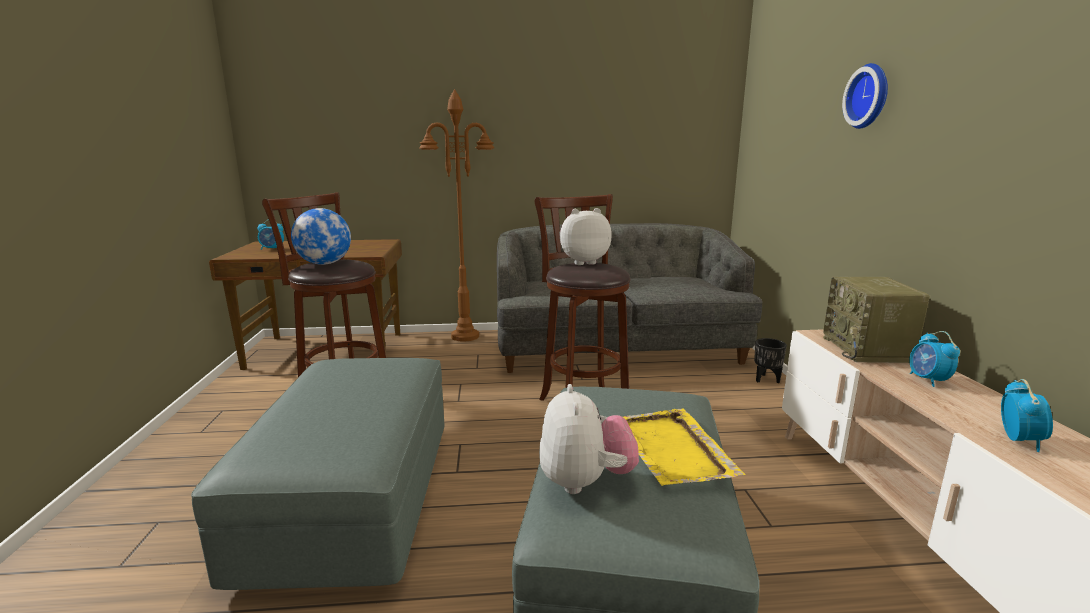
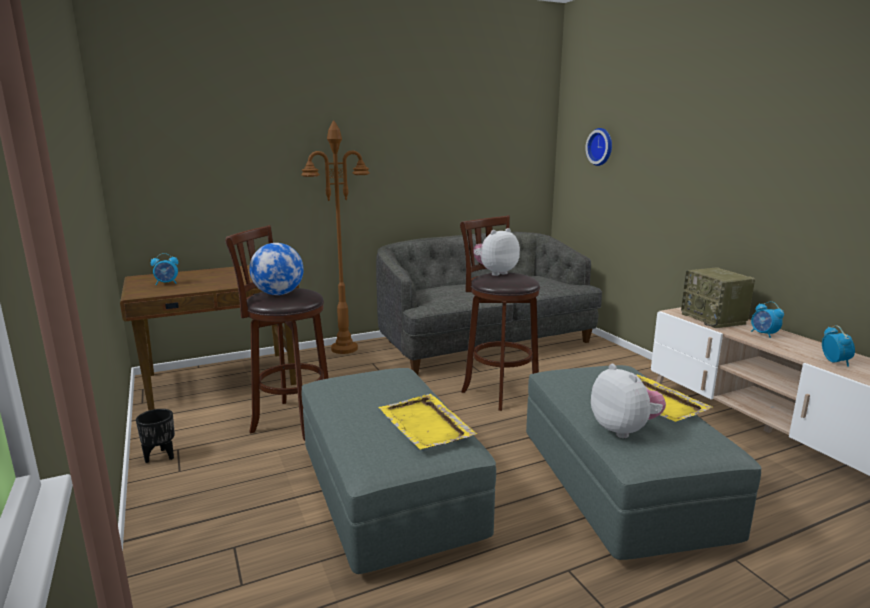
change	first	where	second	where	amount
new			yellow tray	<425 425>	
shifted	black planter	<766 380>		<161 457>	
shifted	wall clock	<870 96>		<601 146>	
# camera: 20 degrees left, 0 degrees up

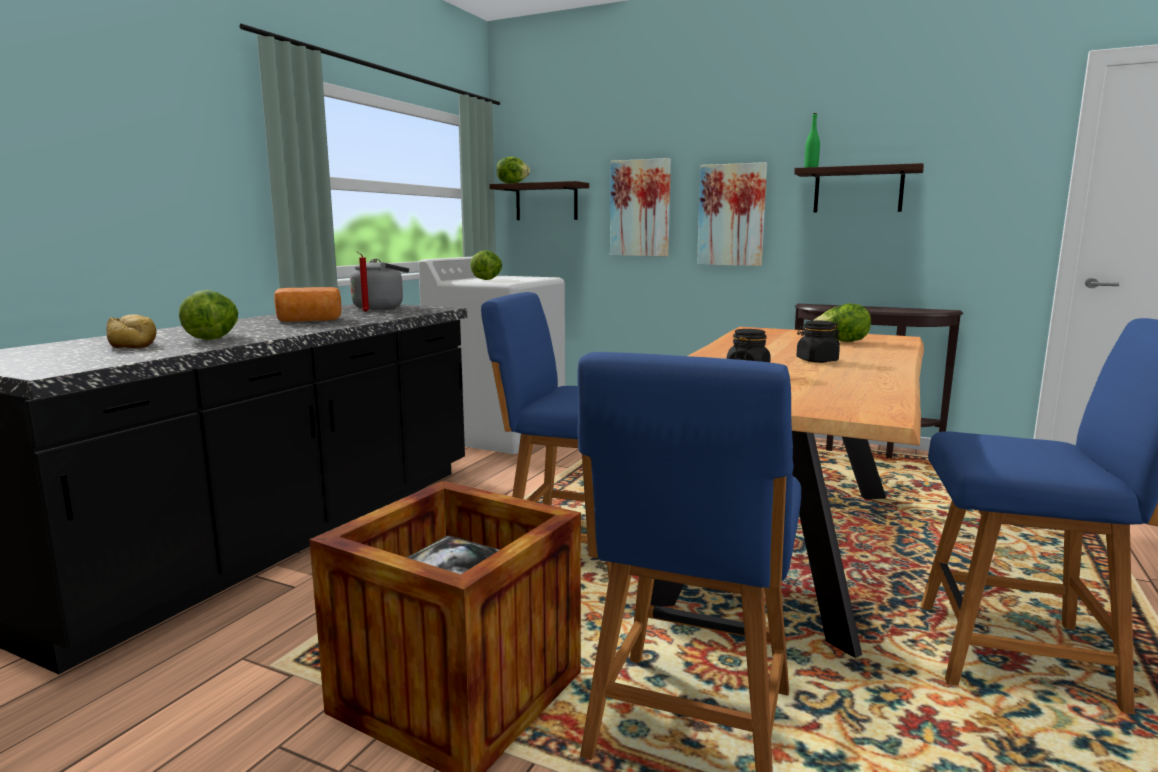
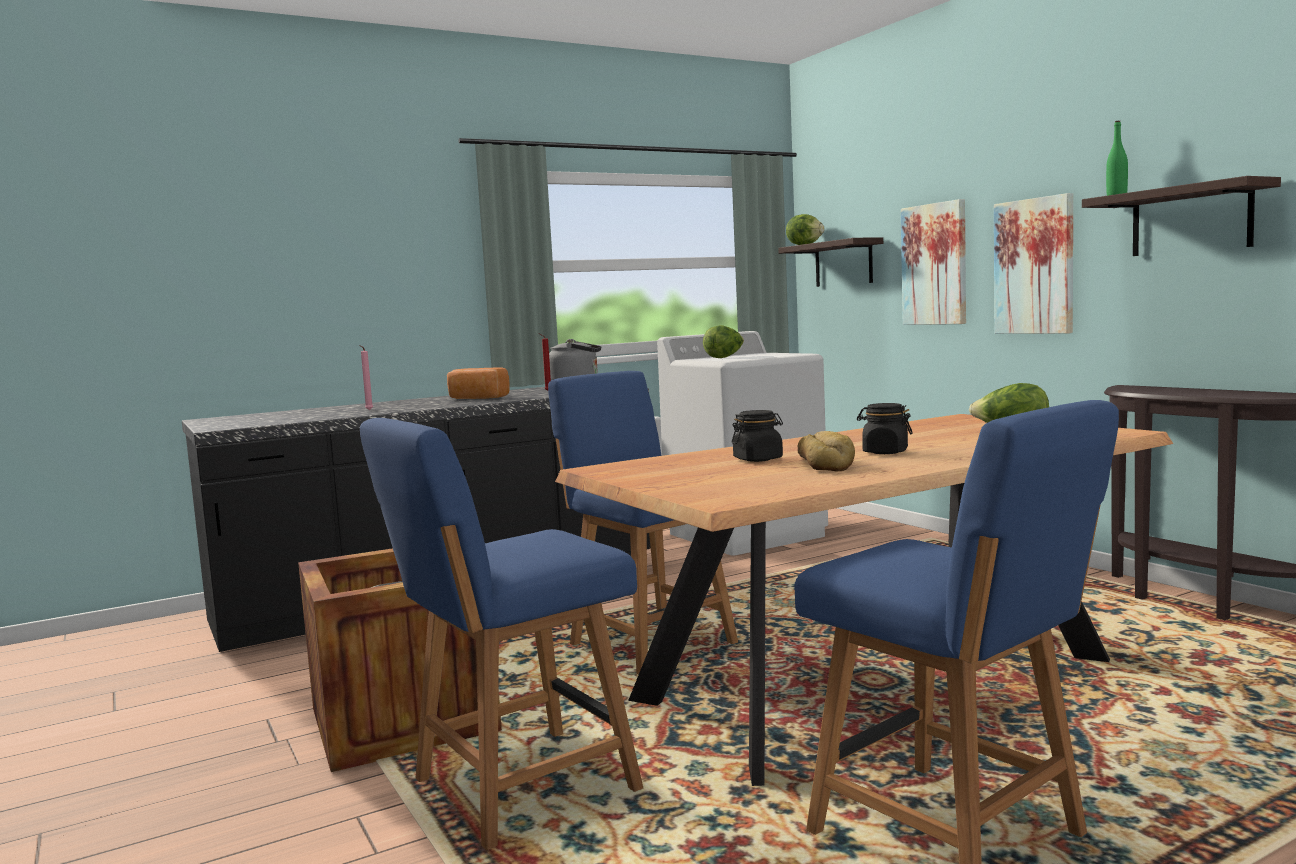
change	first	where	second	where	amount
shifted	bread	<132 343>		<825 463>	
swapped	lettuce	<213 338>	pink candle	<368 410>	
# camera: 35 degrees right, 5 degrees down

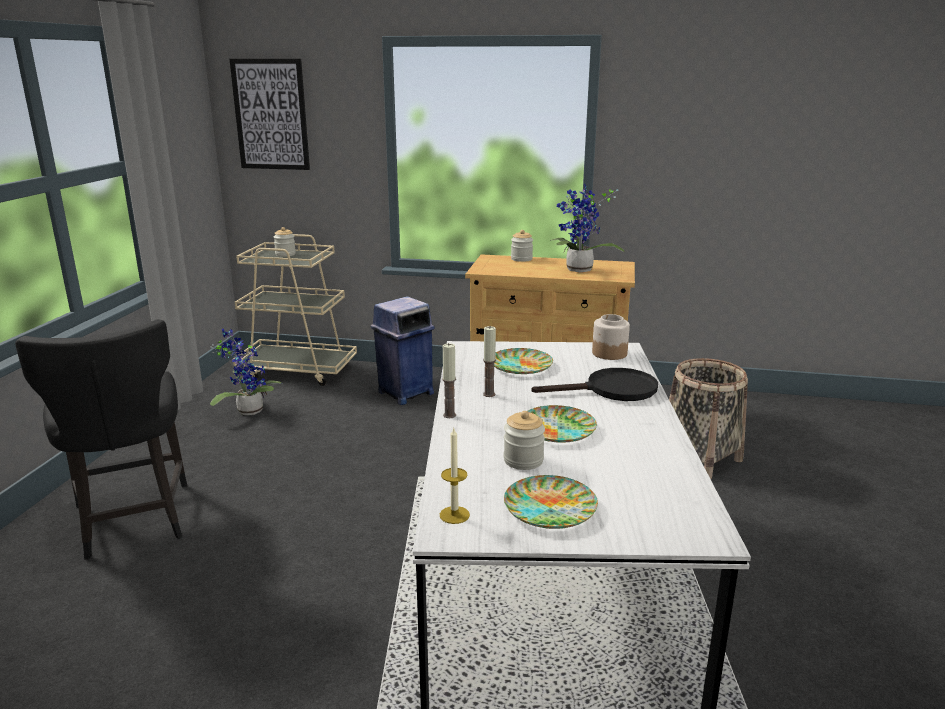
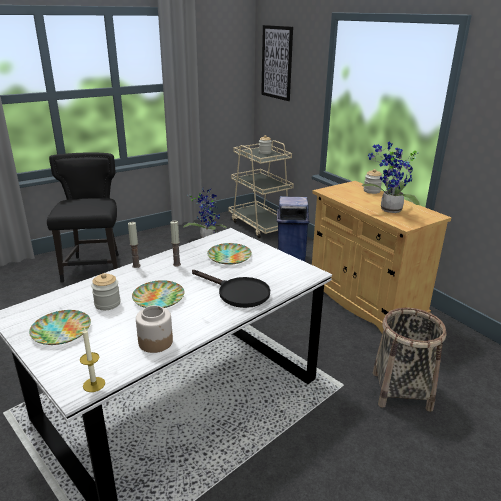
change	first	where	second	where	amount
shifted	candle	<454 515>		<94 384>	
shifted	jar	<609 353>		<156 342>	
rotated	black chair	<133 522>		<94 267>	150 degrees clockwise
# camera: 45 degrees right, 5 degrees up

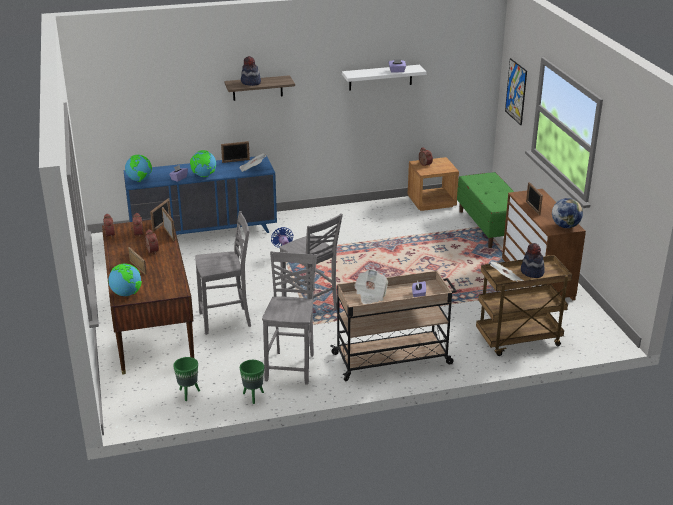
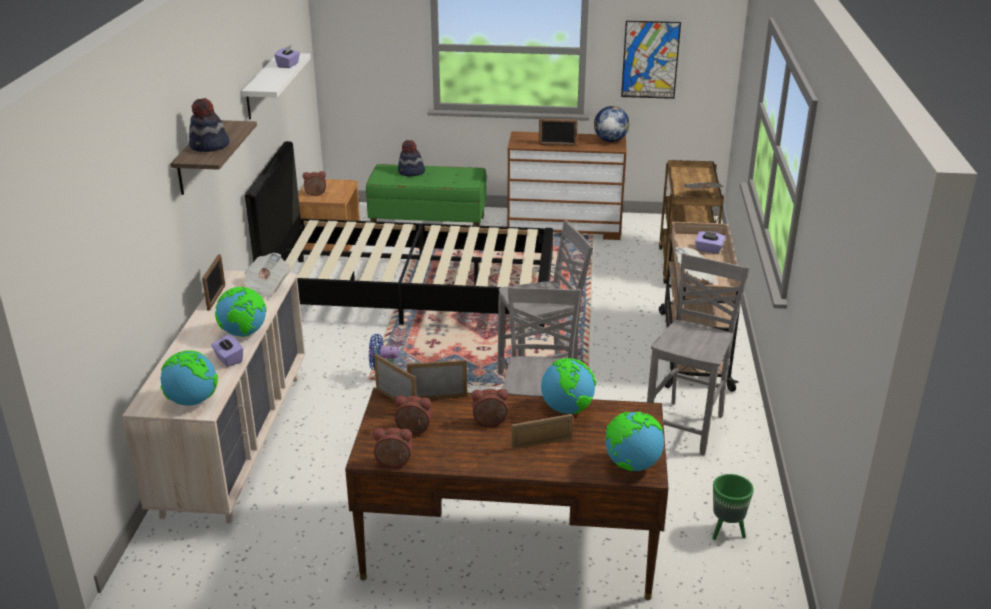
change	first	where	second	where	amount
gone	green planter	<253 396>			
new			black bed	<412 294>	
new			globe	<567 409>	
shifted	picture	<516 91>		<650 60>	
shifted	hat	<532 272>		<411 172>	
repainted	blue dresser	<204 232>	beige dresser	<235 441>	
rotated	grey chair	<292 367>		<687 426>	90 degrees clockwise
# camera: 70 degrees left, 0 degrees up

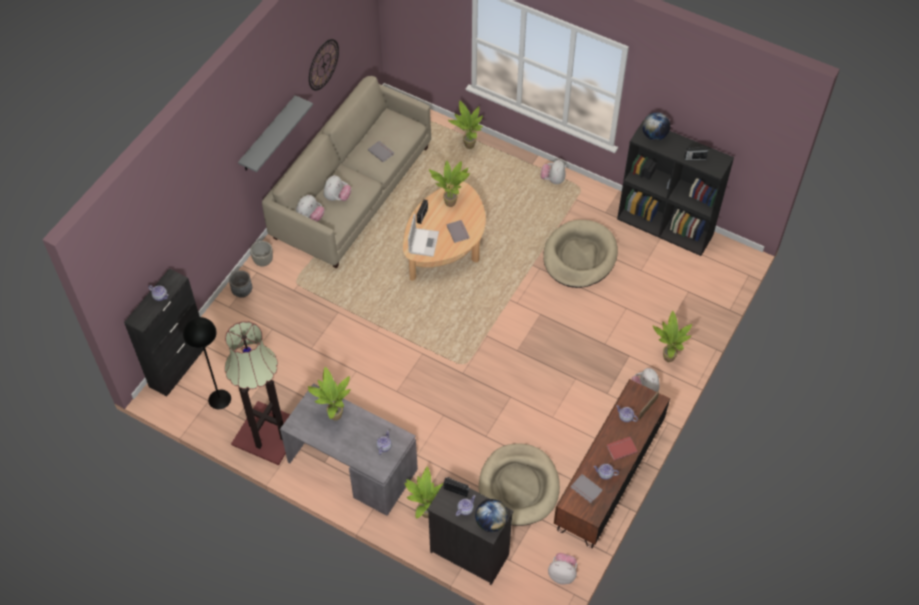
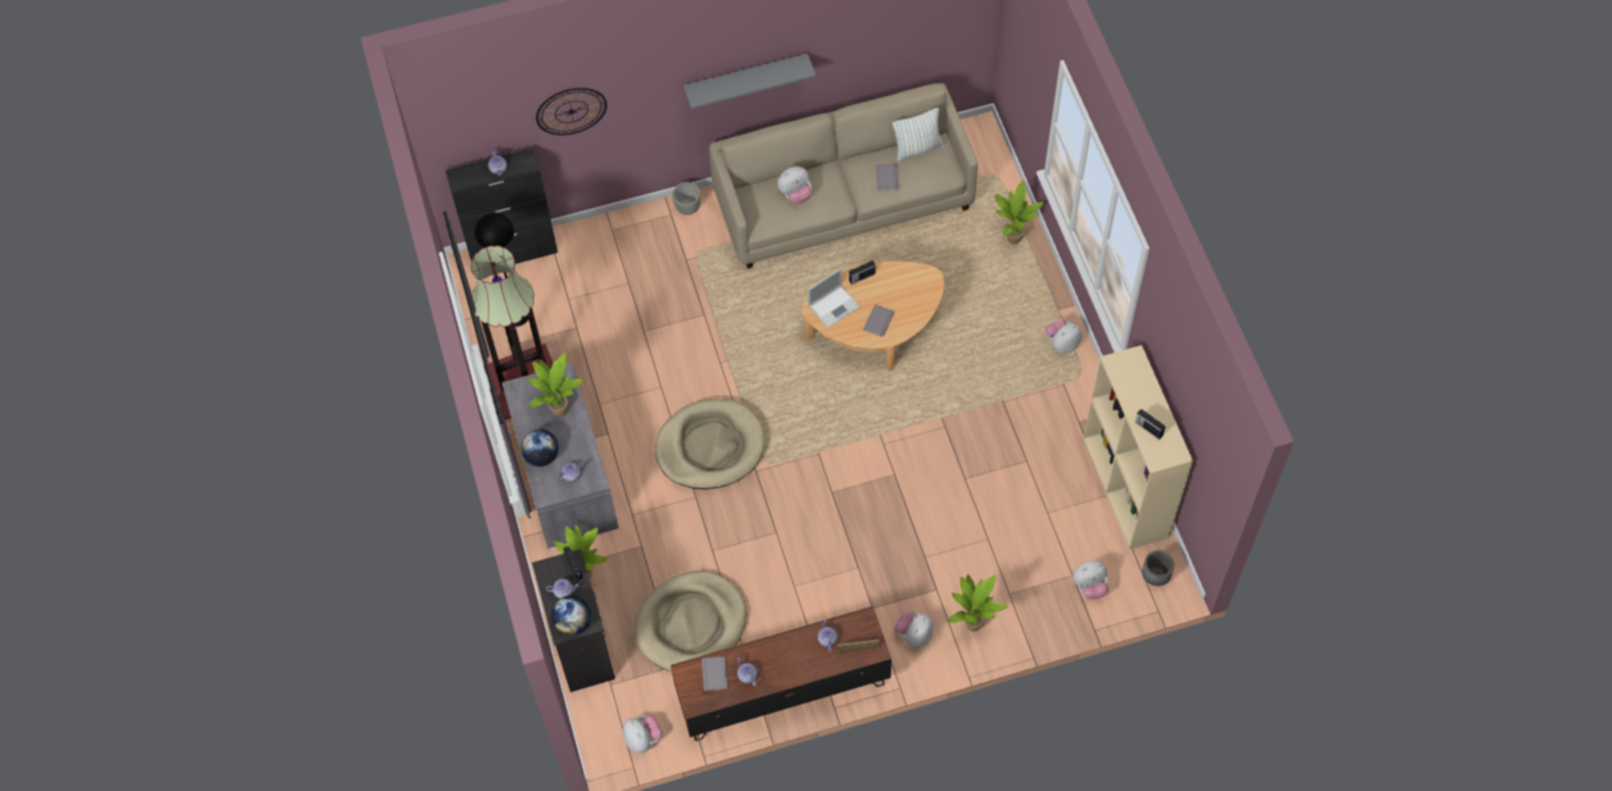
change	first	where	second	where	amount
gone	potted plant	<451 202>			
gone	red book	<621 448>			
new			pillow	<917 148>	
shifted	grey planter	<242 291>		<1155 576>	
shifted	plush toy	<310 217>		<1089 586>	
shifted	wall clock	<323 64>		<571 111>	
shifted	beige dog bed	<579 256>		<710 447>	
shifted	globe	<654 135>		<542 456>	
repainted	black bookcase	<665 227>	beige bookcase	<1126 488>	
# camera: 45 degrees right, 5 degrees up

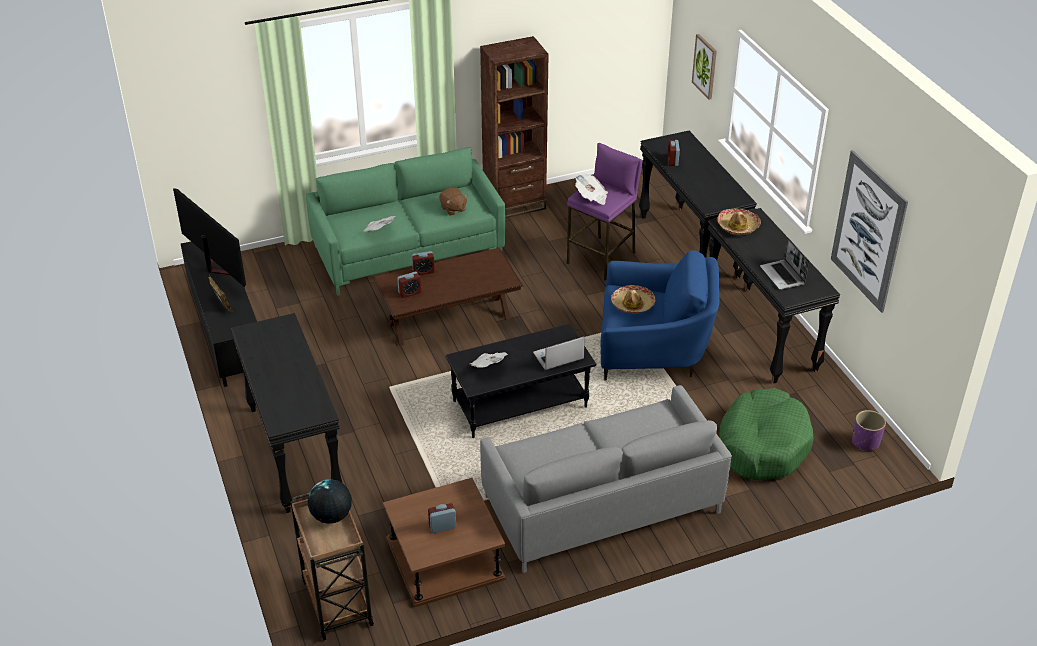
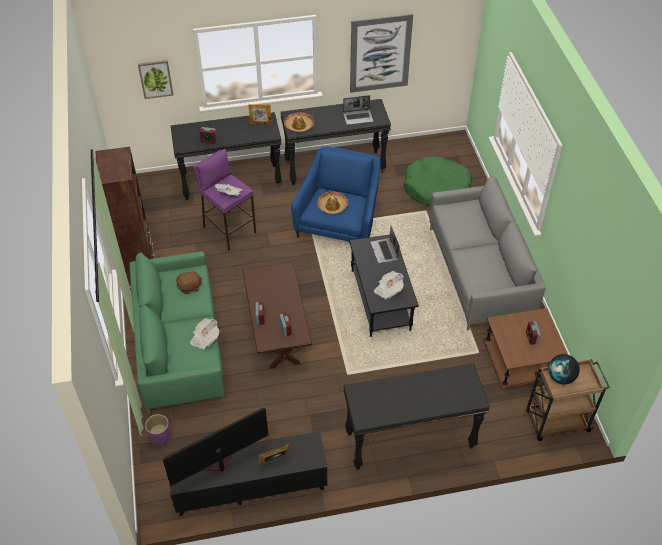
change	first	where	second	where	amount
new			picture frame	<260 123>	
shifted	purple planter	<865 442>		<160 436>	
# camera: 80 degrees left, 10 degrees up

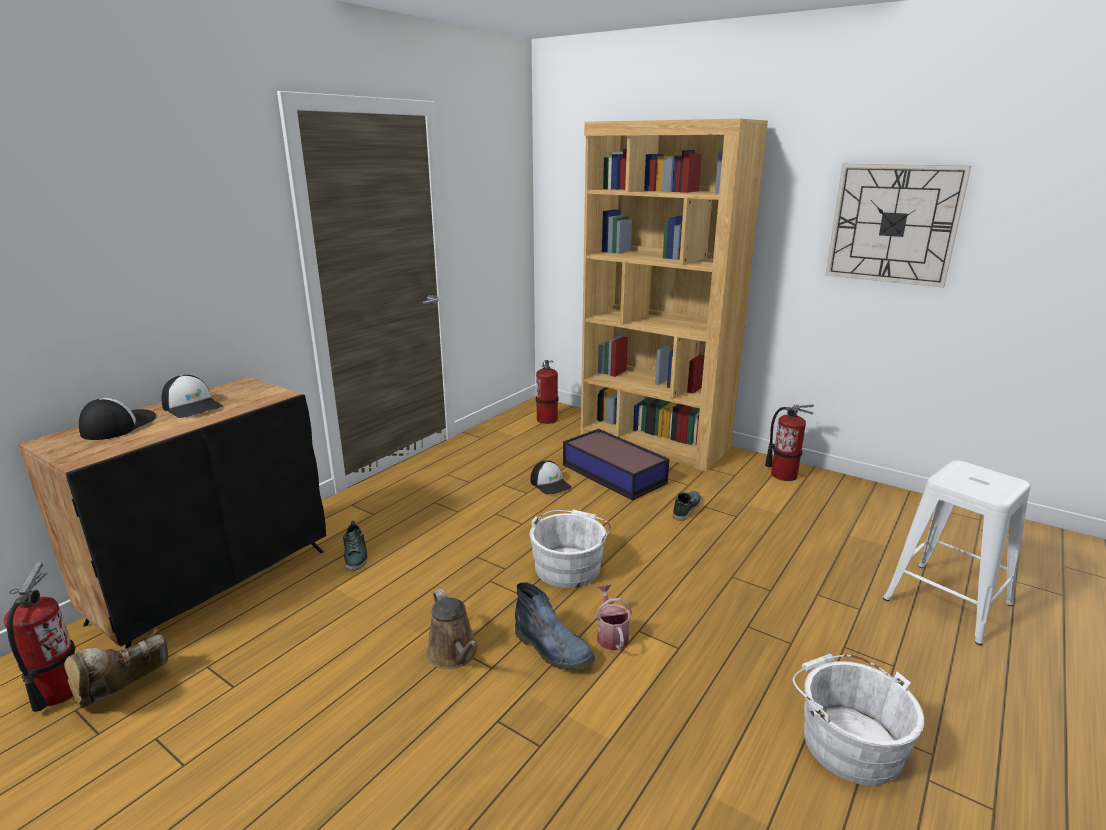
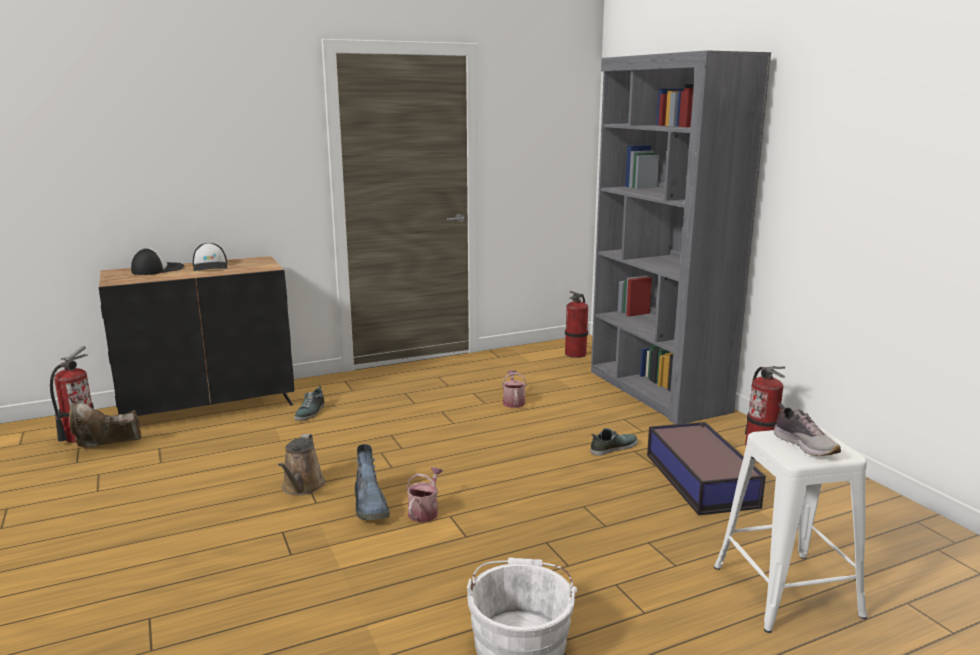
change	first	where	second	where	amount
gone	white bucket	<569 565>			
gone	wall clock	<893 224>			
new			shoe	<805 445>	
shifted	storage box	<613 473>		<700 479>	
swapped	cap	<550 484>	watering can	<513 402>	
repainted	brown bookcase	<654 442>	grey bookcase	<656 391>	
# camera: 30 degrees right, 5 degrees down

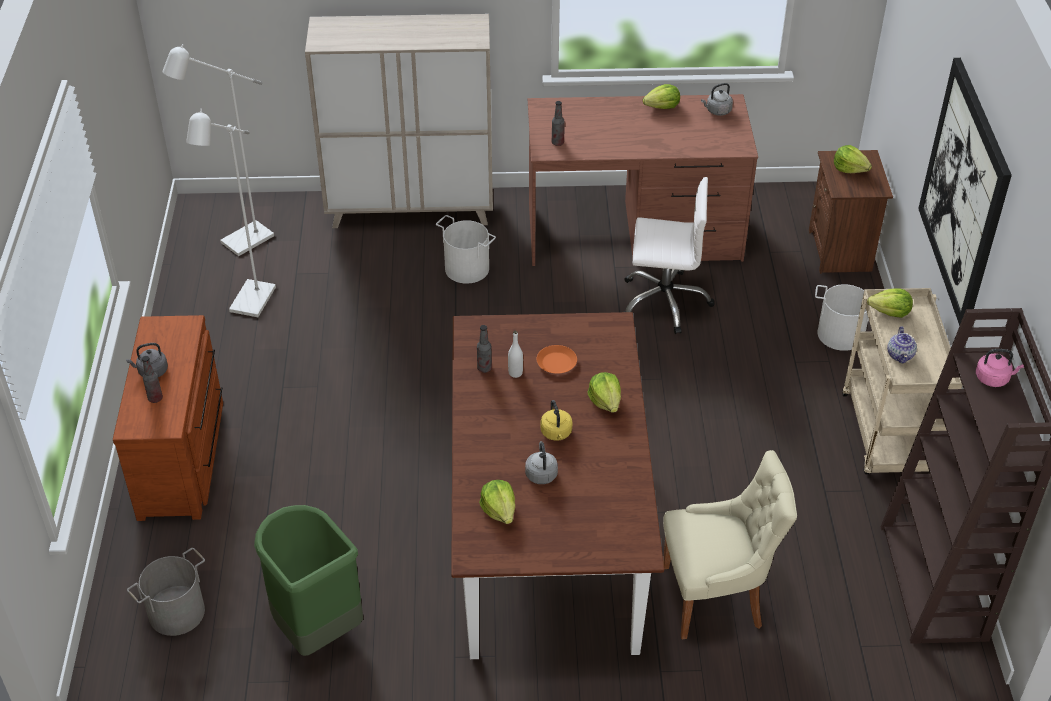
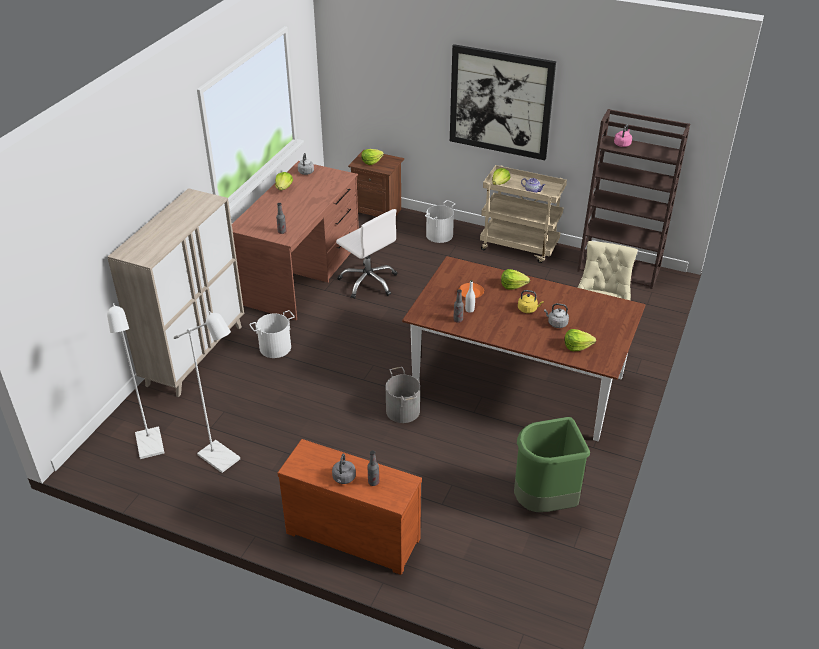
change	first	where	second	where	amount
shifted	grey bucket	<176 612>		<402 411>	
rotated	white office chair	<664 301>		<368 282>	105 degrees clockwise
# camera: 65 degrees left, 5 degrees down

